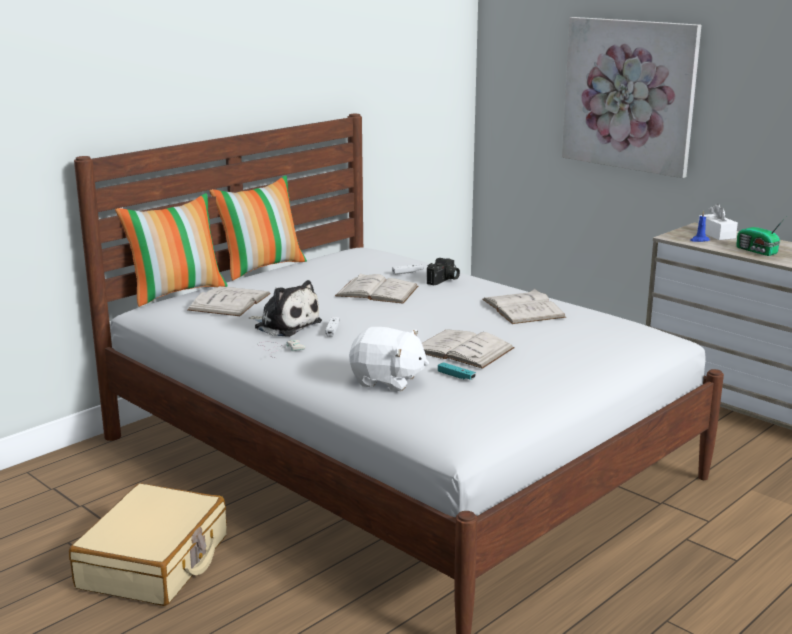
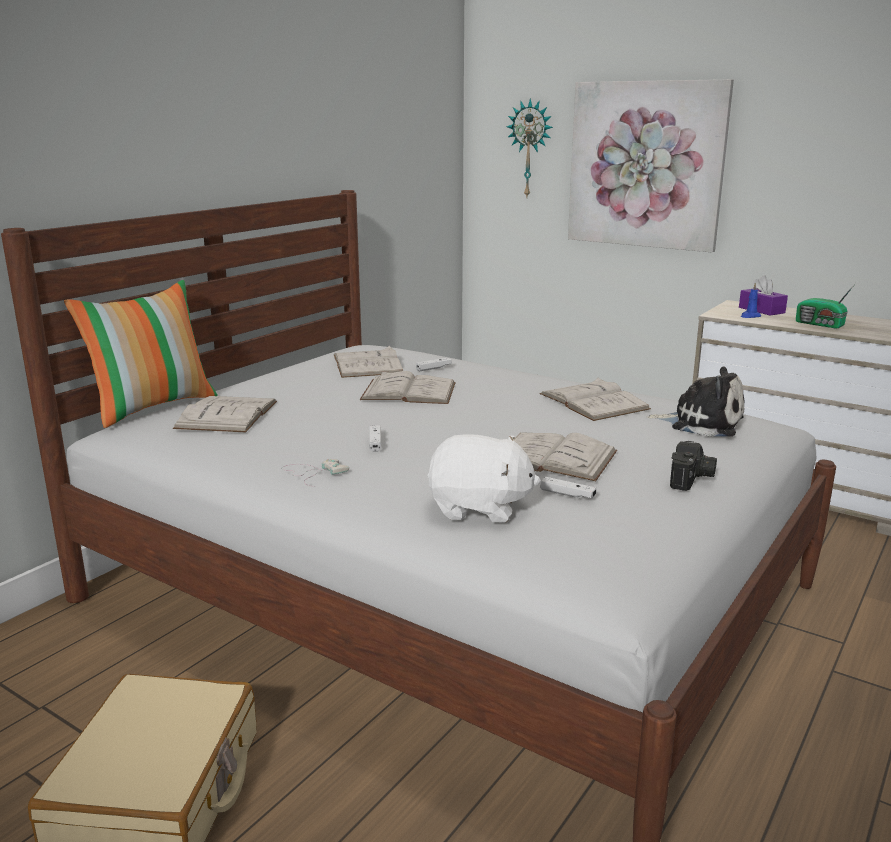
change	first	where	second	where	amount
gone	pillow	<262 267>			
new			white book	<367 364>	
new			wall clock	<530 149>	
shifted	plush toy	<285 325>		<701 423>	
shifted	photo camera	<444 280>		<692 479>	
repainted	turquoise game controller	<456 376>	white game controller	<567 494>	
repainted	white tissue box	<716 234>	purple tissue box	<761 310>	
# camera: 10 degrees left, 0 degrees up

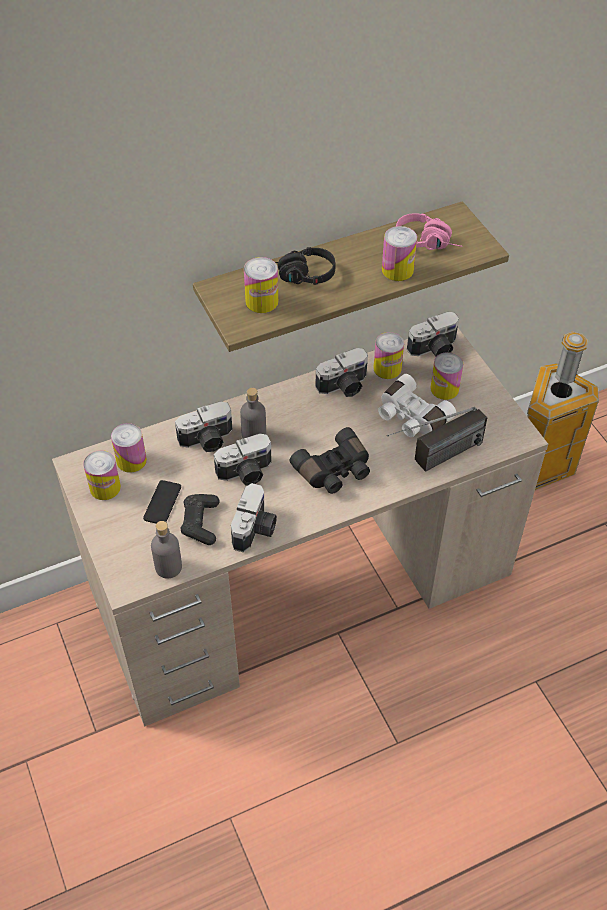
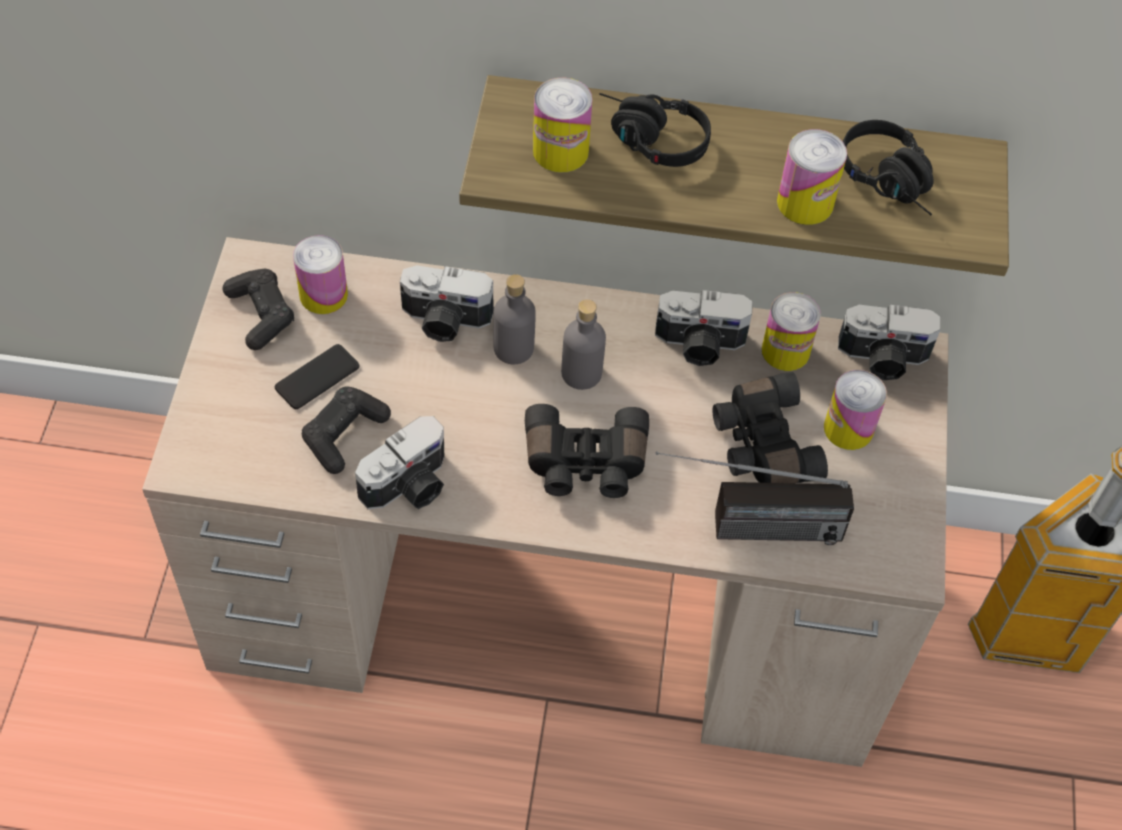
change	first	where	second	where	amount
gone	photo camera	<246 473>			
shifted	grey bottle	<168 567>		<581 373>	
swapped	can	<105 487>	black game controller	<261 314>	
repainted	white binoculars	<410 417>	black binoculars	<762 443>	
repainted	pink headphones	<429 242>	black headphones	<892 183>	
# camera: 30 degrees right, 5 degrees up

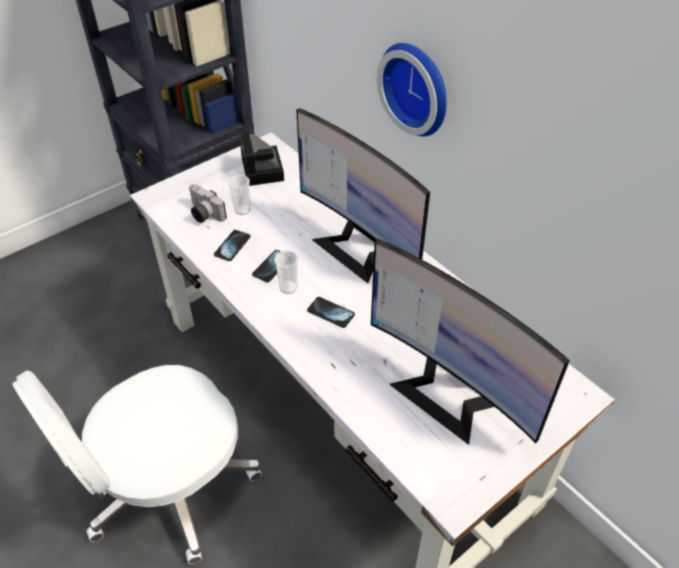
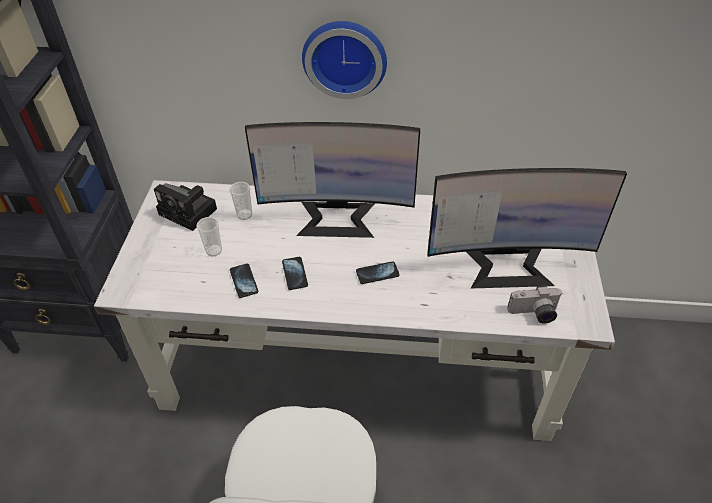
change	first	where	second	where	amount
shifted	photo camera	<203 214>		<534 314>	
shifted	cup	<288 287>		<244 215>	
# camera: 45 degrees left, 0 degrees up

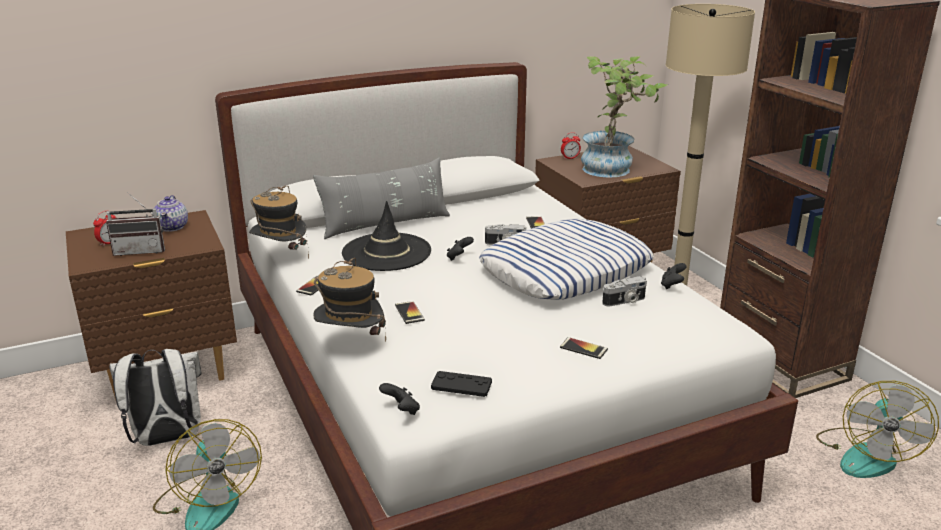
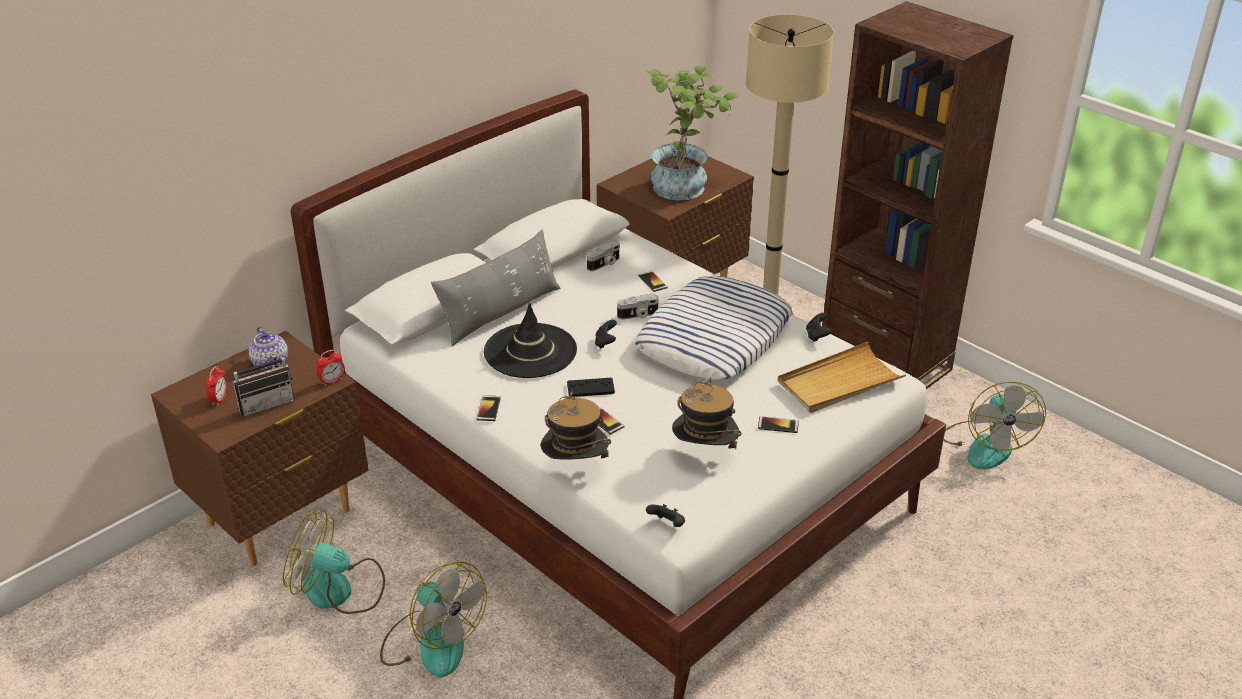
change	first	where	second	where	amount
new			beige tray	<839 382>	
shifted	hat	<281 257>		<704 454>	
shifted	black game controller	<461 385>		<590 388>	
shifted	alarm clock	<570 158>		<332 381>	
shifted	photo camera	<625 301>		<604 264>	
swapped	white backpack	<167 439>	fan	<339 590>	
# camera: 20 degrees left, 10 degrees up

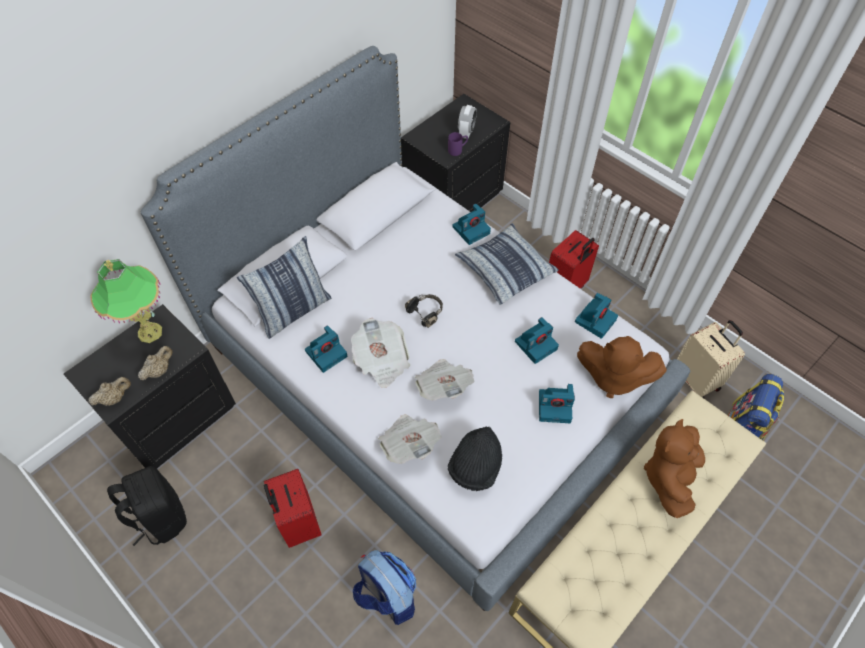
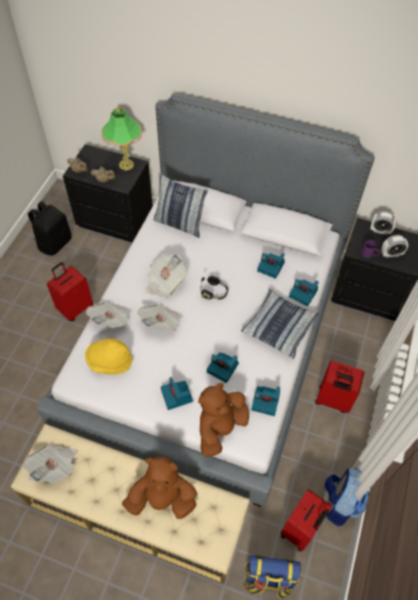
change	first	where	second	where	amount
new			newspaper	<55 466>	
new			alarm clock	<380 231>	
shifted	photo camera	<326 353>		<271 267>	
shifted	backpack	<387 595>		<340 502>	
repainted	black hat	<475 467>	yellow hat	<109 361>	
repainted	beige suitcase	<697 379>	red suitcase	<301 529>	
rotated	brown plush toy	<613 377>		<220 428>	45 degrees clockwise
# camera: 65 degrees right, 0 degrees up

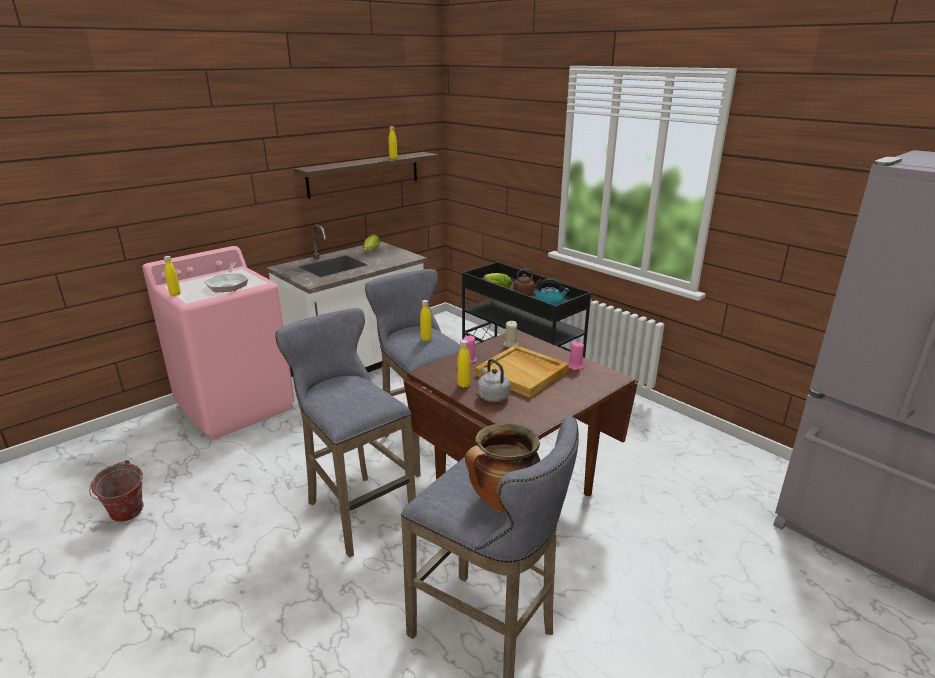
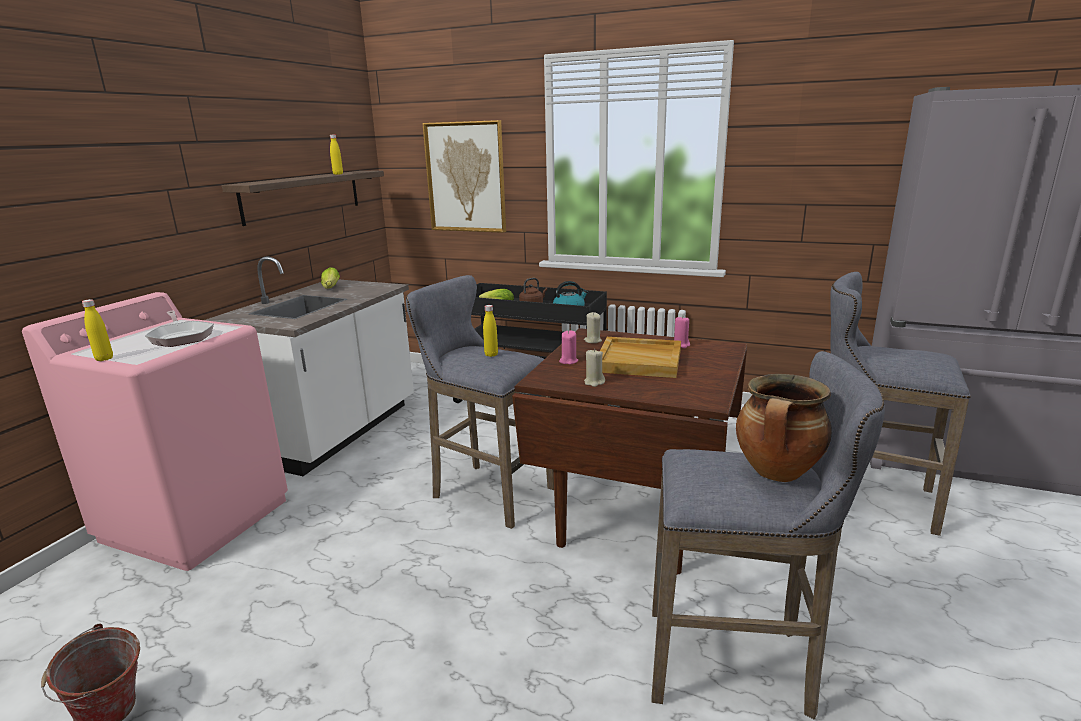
change	first	where	second	where	amount
gone	grey kettle	<492 396>			
new			picture	<465 177>	
shifted	grey stool	<356 510>		<867 498>	
swapped	yellow bottle	<464 385>	beige candle	<594 382>	
# camera: 25 degrees left, 5 degrees down

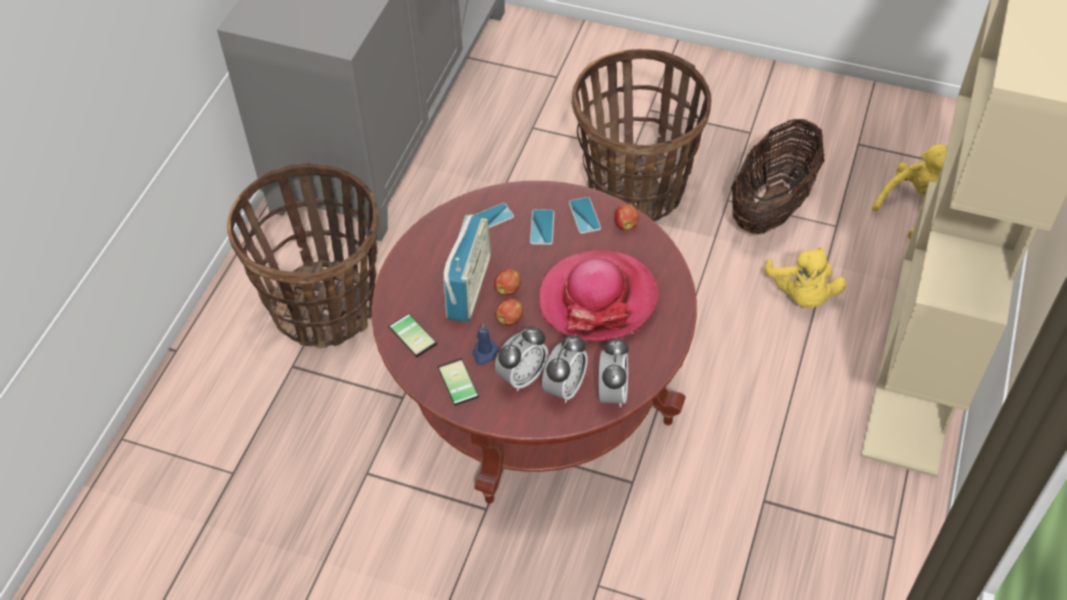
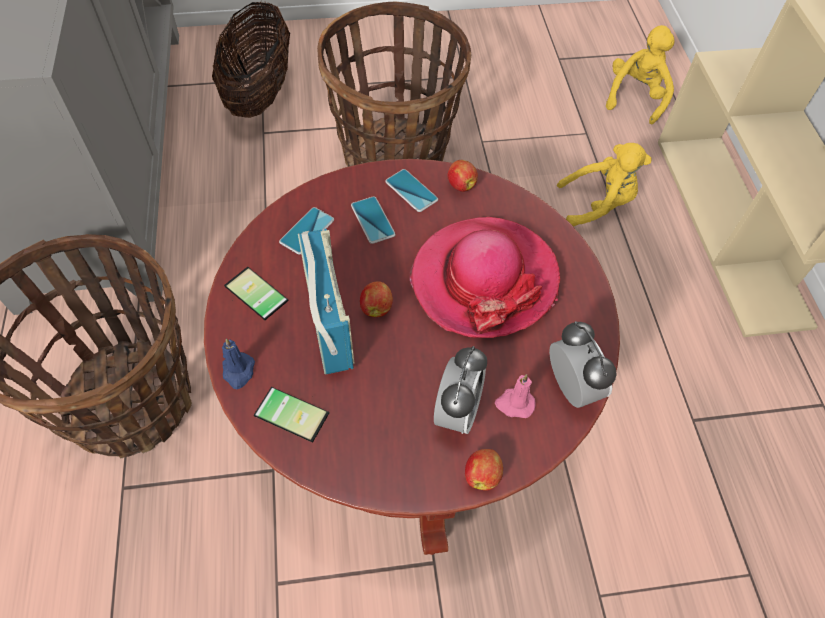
change	first	where	second	where	amount
shifted	phone	<455 383>		<253 295>	
shifted	blue candle	<484 353>		<238 371>	
shifted	apple	<510 319>		<482 475>	
shifted	basket	<771 206>		<259 93>	
swapped	alarm clock	<564 387>	pink candle	<514 404>	
rotated	yellow plush toy	<802 295>		<598 205>	60 degrees counterclockwise
# camera: 30 degrees left, 5 degrees up

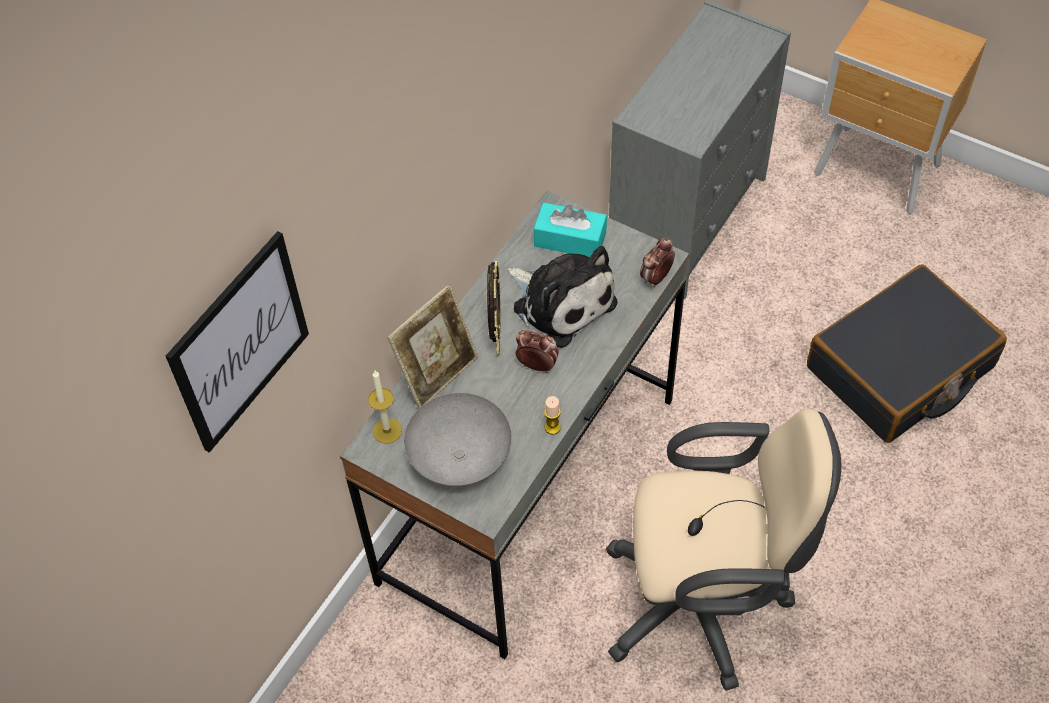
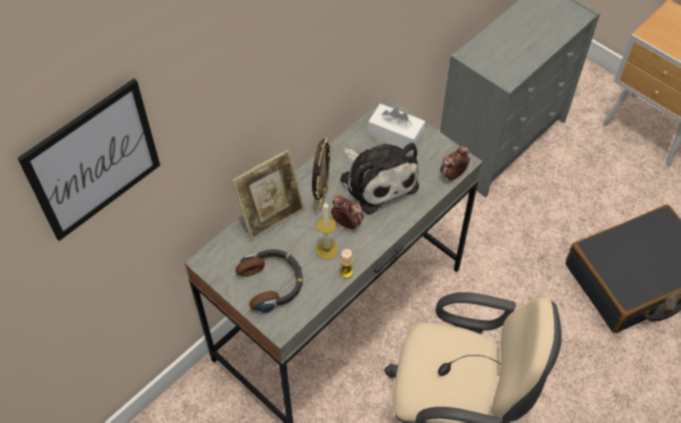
change	first	where	second	where	amount
shifted	candle	<387 431>		<326 250>	
swapped	grey bowl	<461 459>	headphones	<272 283>	
repainted	turquoise tissue box	<570 239>	white tissue box	<395 135>	
# camera: 10 degrees right, 0 degrees up

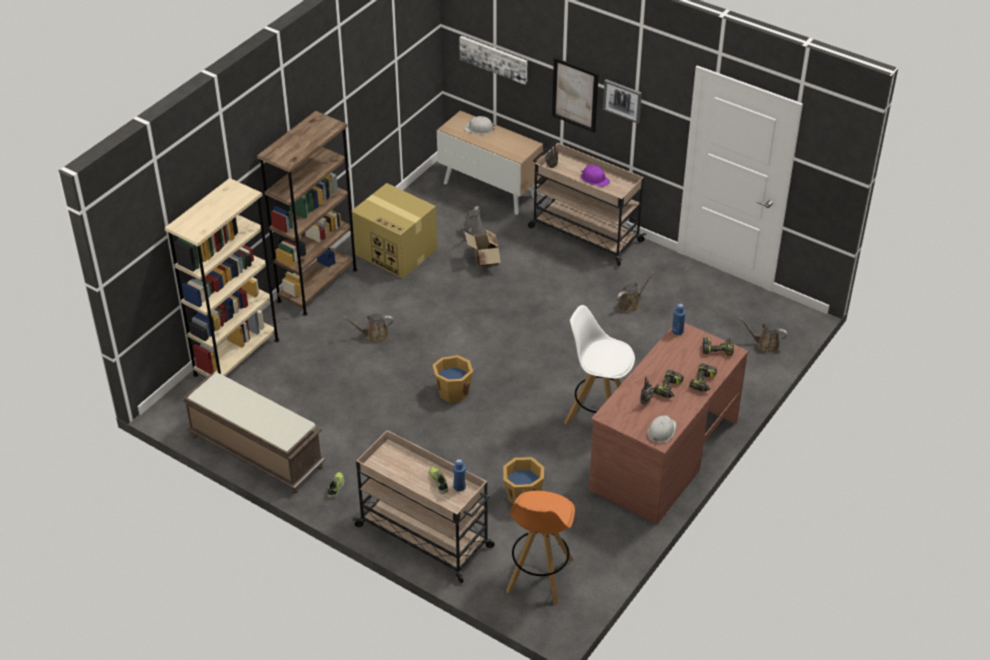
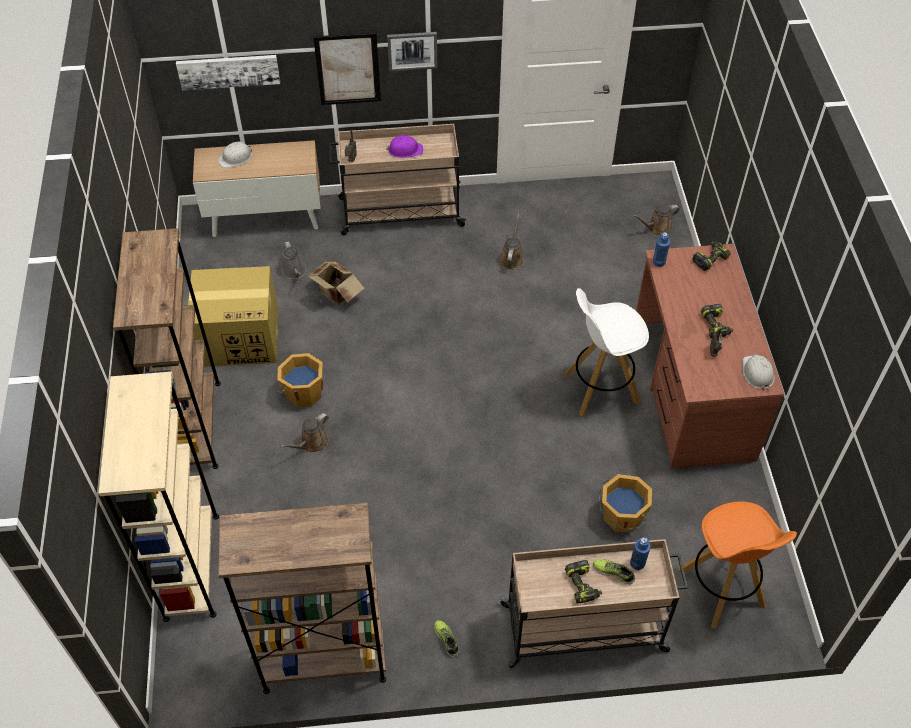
change	first	where	second	where	amount
shifted	orange bucket	<453 391>		<303 392>	
shifted	power drill	<703 382>		<583 585>	
swapped	brown bench	<255 451>	brown bookcase	<324 662>	
# camera: 40 degrees left, 10 degrees up

